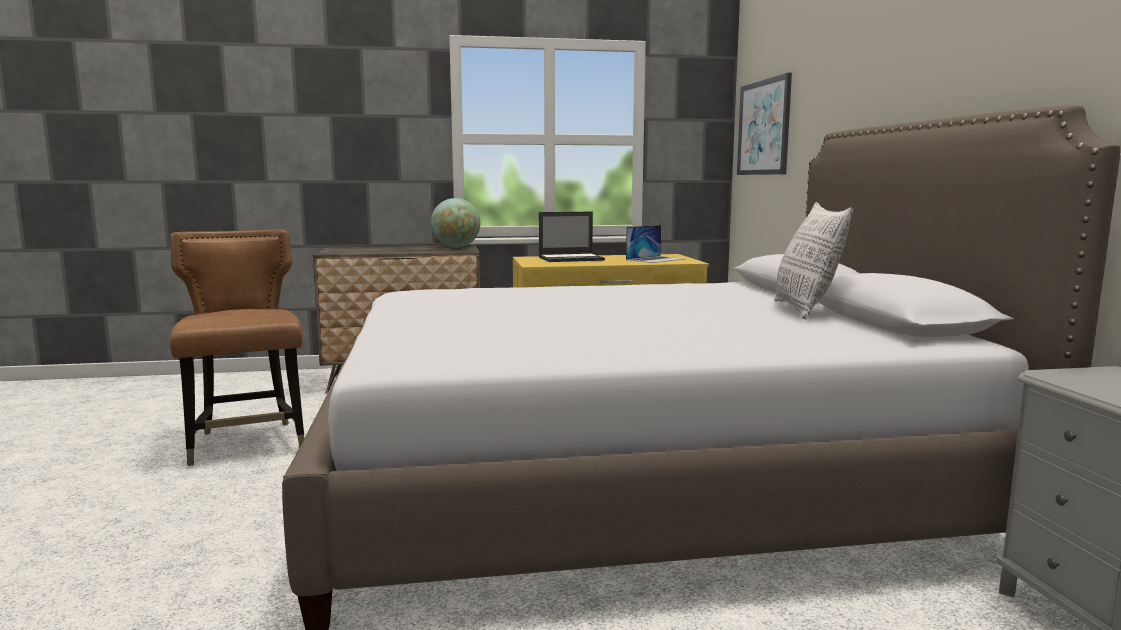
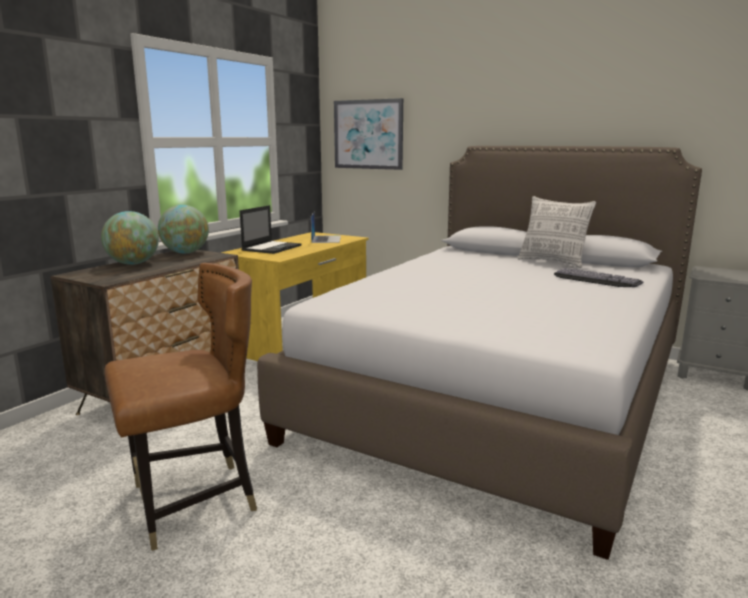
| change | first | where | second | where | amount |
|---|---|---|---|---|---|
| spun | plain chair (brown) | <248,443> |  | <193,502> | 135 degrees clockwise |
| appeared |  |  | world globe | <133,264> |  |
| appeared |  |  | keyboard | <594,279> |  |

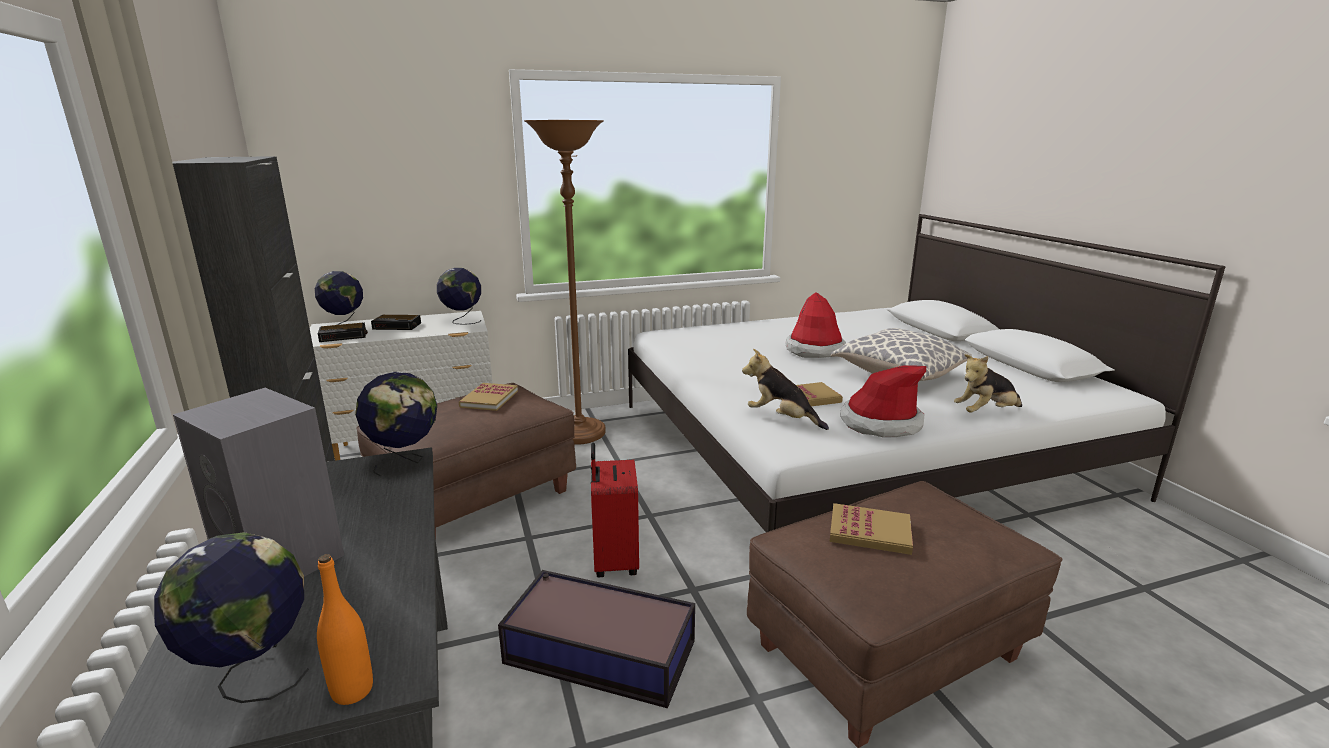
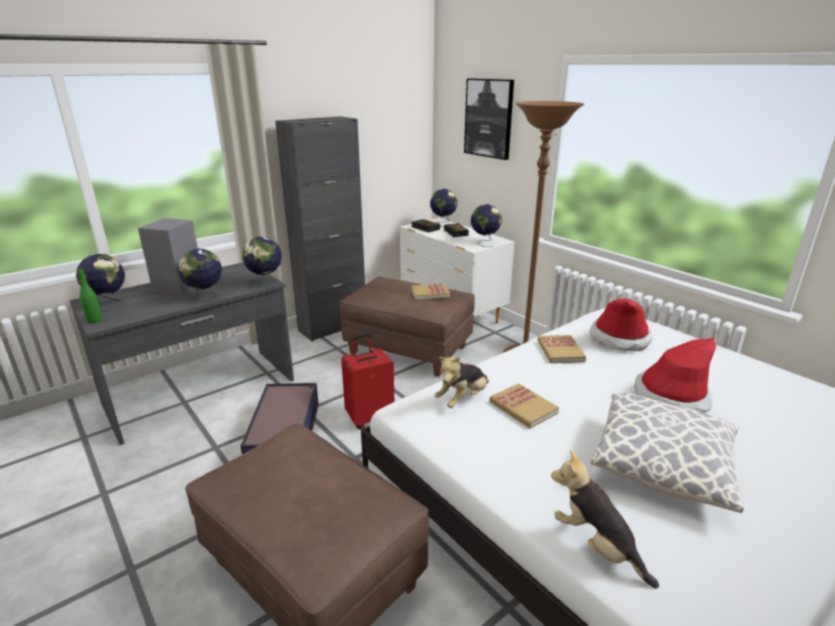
| change | first | where | second | where | amount |
|---|---|---|---|---|---|
| spun | cuddly toy | <781,419> |  | <462,399> | 150 degrees counterclockwise |
| relocated | clothing hat | <880,423> |  | <619,339> |  |
| relocated | bound book | <869,532> |  | <560,351> |  |
| colour | bottle (orange) | <352,690> | bottle (greenish) | <94,320> |  |
| appeared |  |  | wall art | <489,118> |  |
| appeared |  |  | world globe | <205,298> |  |

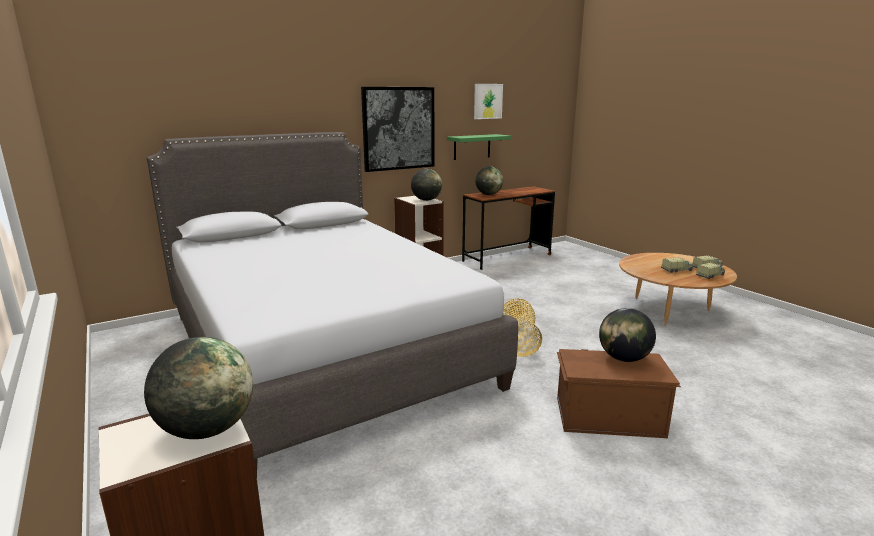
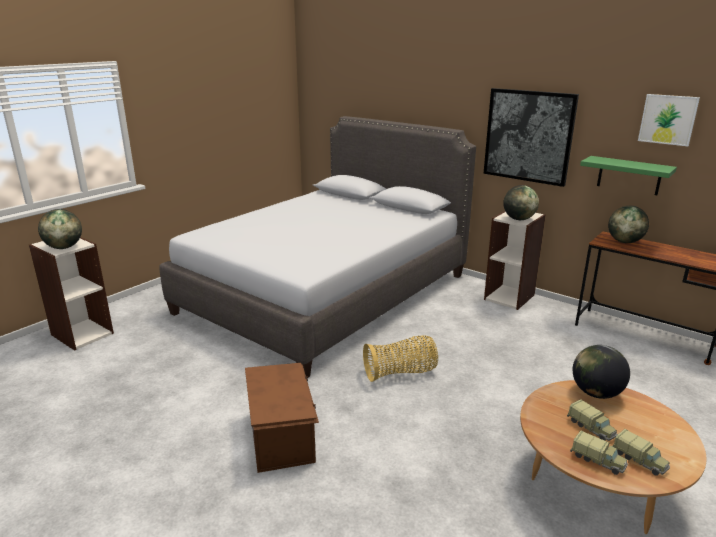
| change | first | where | second | where | amount |
|---|---|---|---|---|---|
| relocated | world globe | <624,358> |  | <596,393> |  |

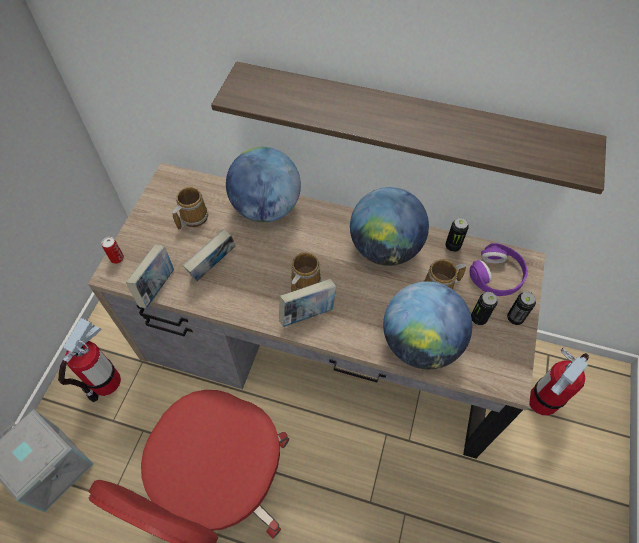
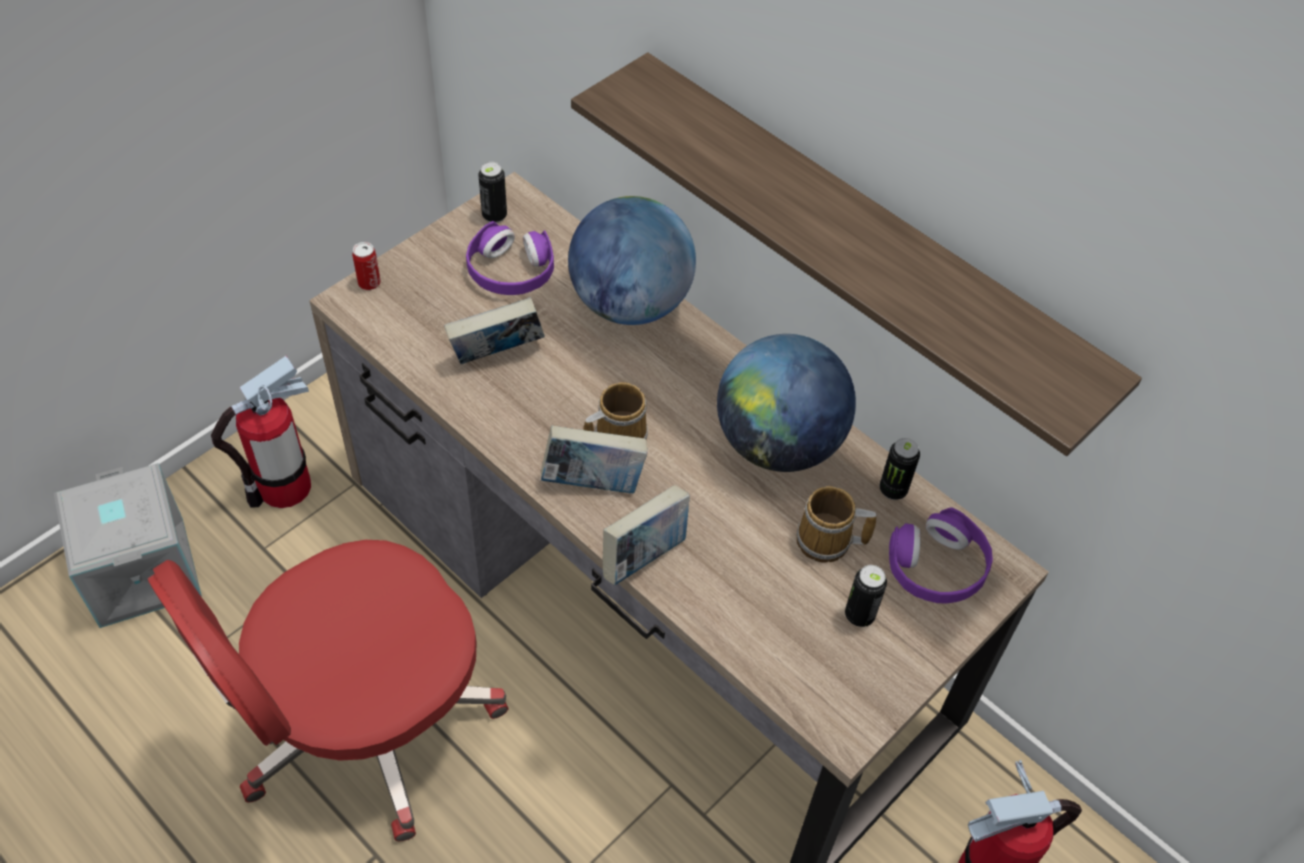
| change | first | where | second | where | amount |
|---|---|---|---|---|---|
| exchanged | tea mug | <192,217> | headphones (purplish) | <511,270> |  |
| relocated | bound book | <156,287> |  | <644,556> |  |
| missing | world globe | <420,343> |  |  |  |
| relocated | metal can | <514,318> |  | <494,215> |  |

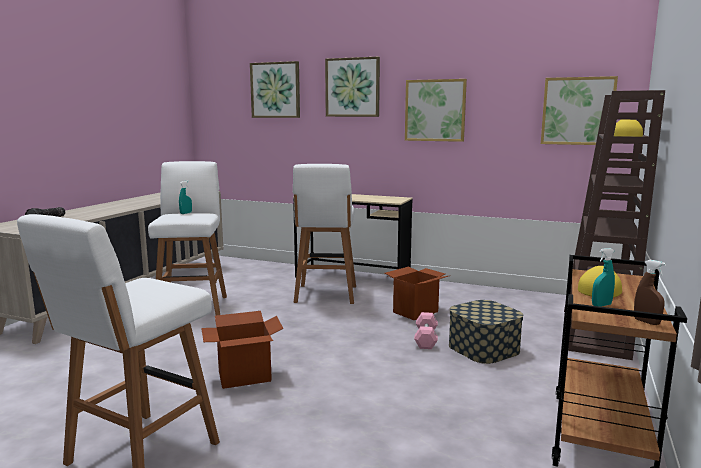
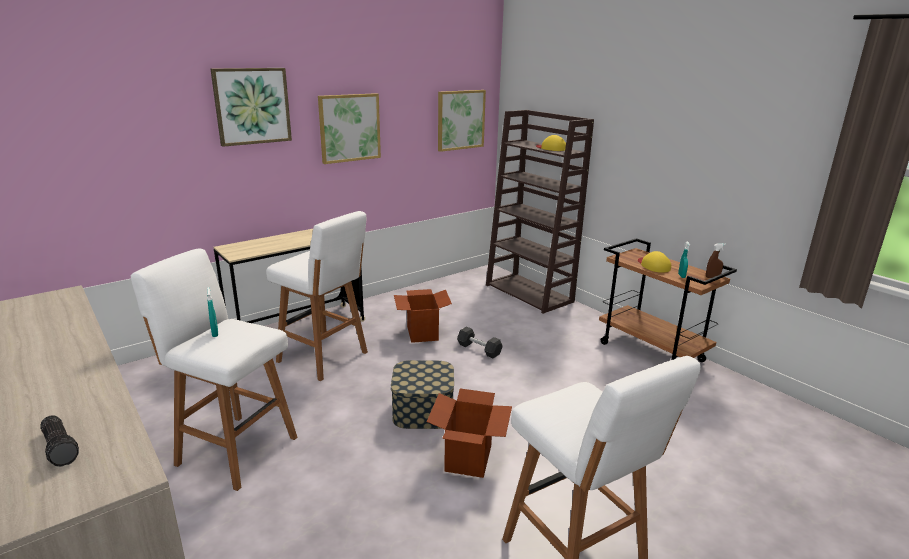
| change | first | where | second | where | amount |
|---|---|---|---|---|---|
| missing | wall art | <275,90> |  |  |  |
| relocated | storage bin | <483,348> |  | <423,410> |  |
| colour | hand weight (pinkish) | <426,339> | hand weight (blackish) | <479,349> |  |

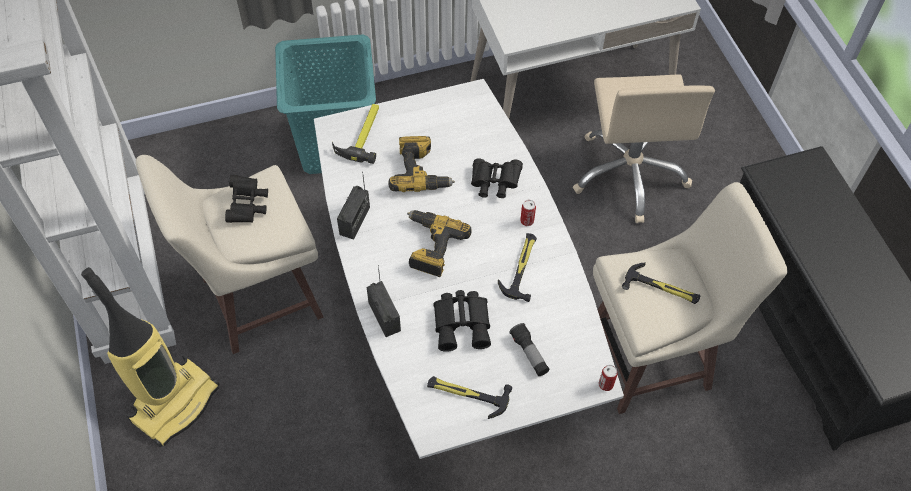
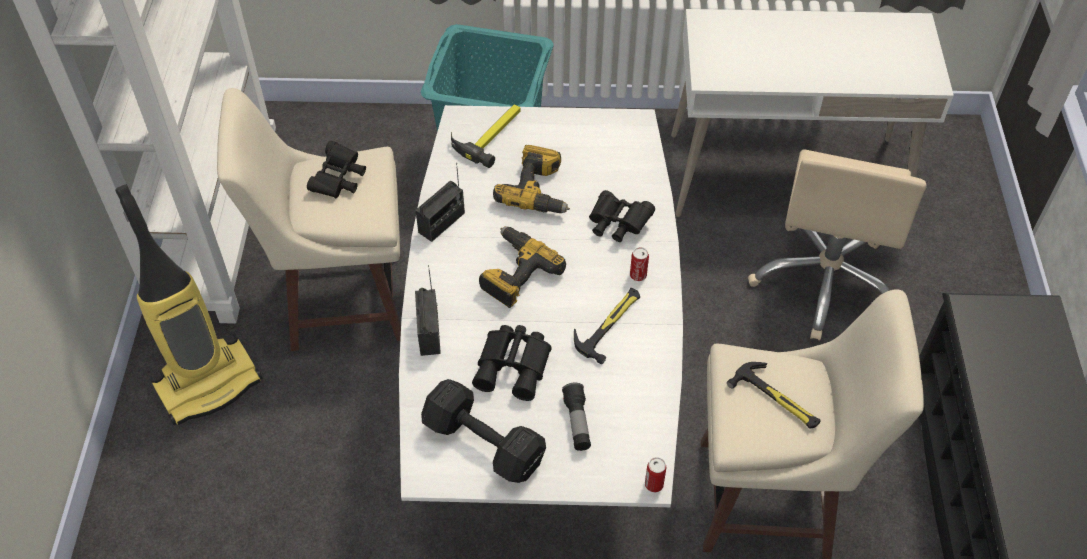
| change | first | where | second | where | amount |
|---|---|---|---|---|---|
| exchanged | hand hammer | <467,394> | hand weight (blackish) | <485,445> |  |

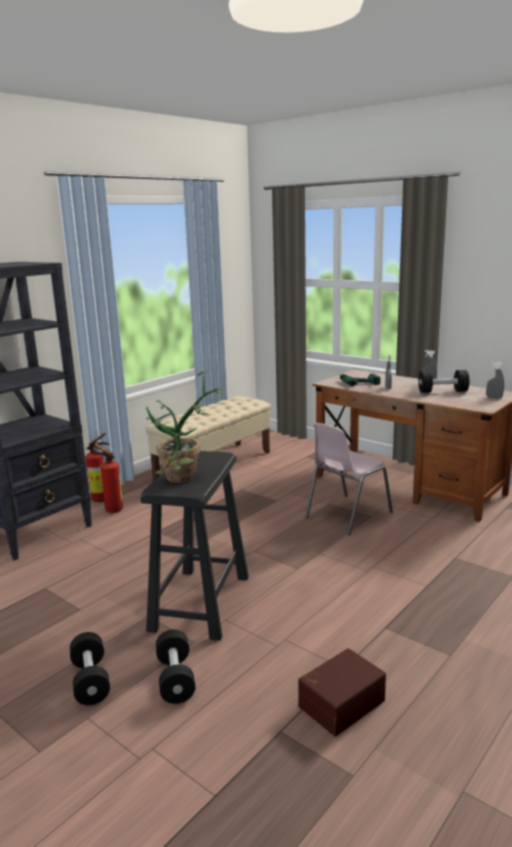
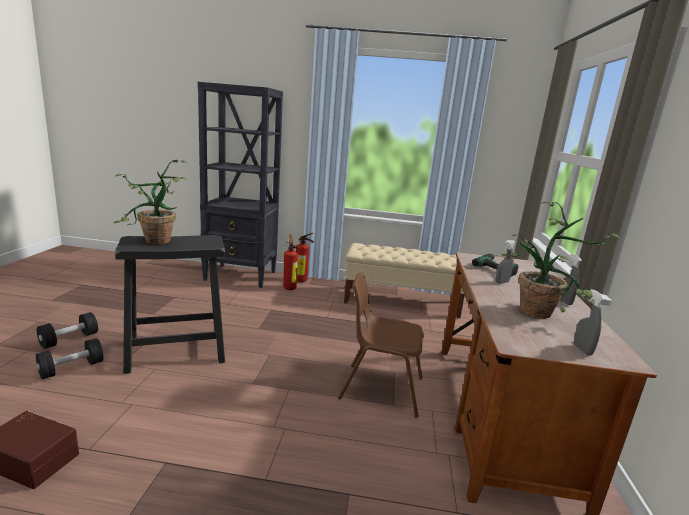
| change | first | where | second | where | amount |
|---|---|---|---|---|---|
| exchanged | hand weight (blackish) | <442,391> | plant in a pot | <543,312> |  |
| colour | plain chair (pinkish) | <347,515> | plain chair (brown) | <380,388> |  |

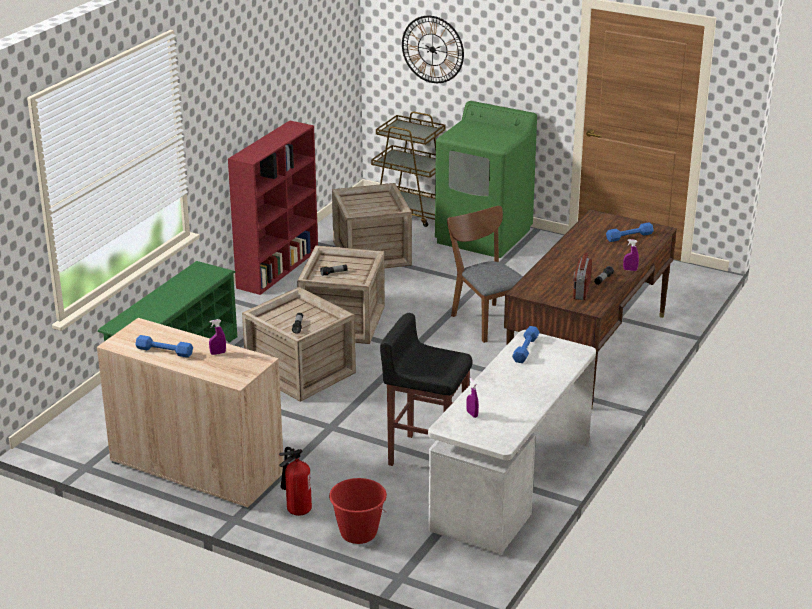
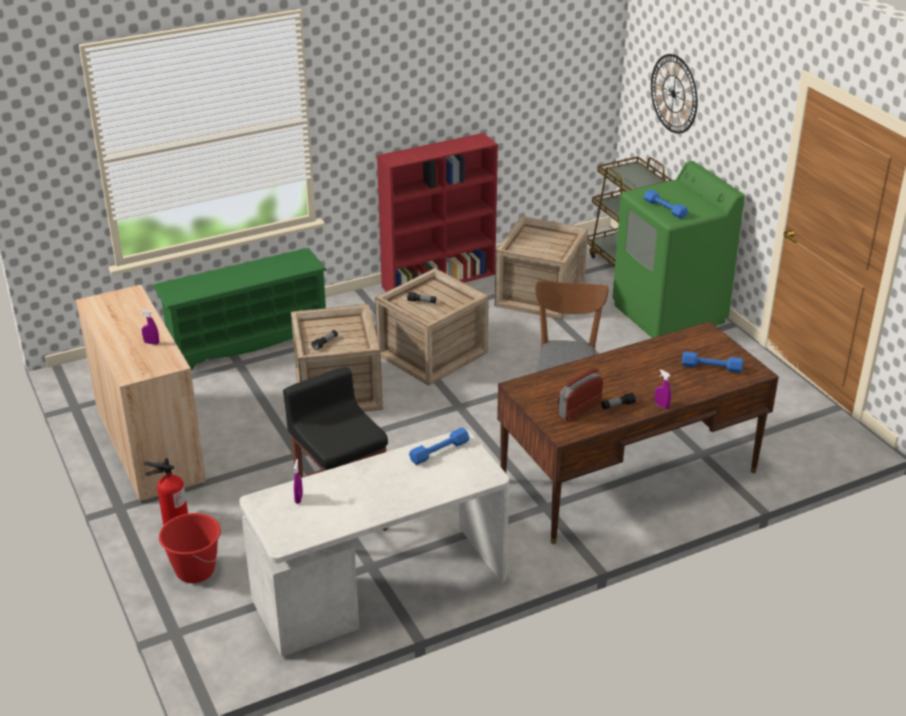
| change | first | where | second | where | amount |
|---|---|---|---|---|---|
| relocated | hand weight (blue) | <164,351> |  | <664,209> |  |

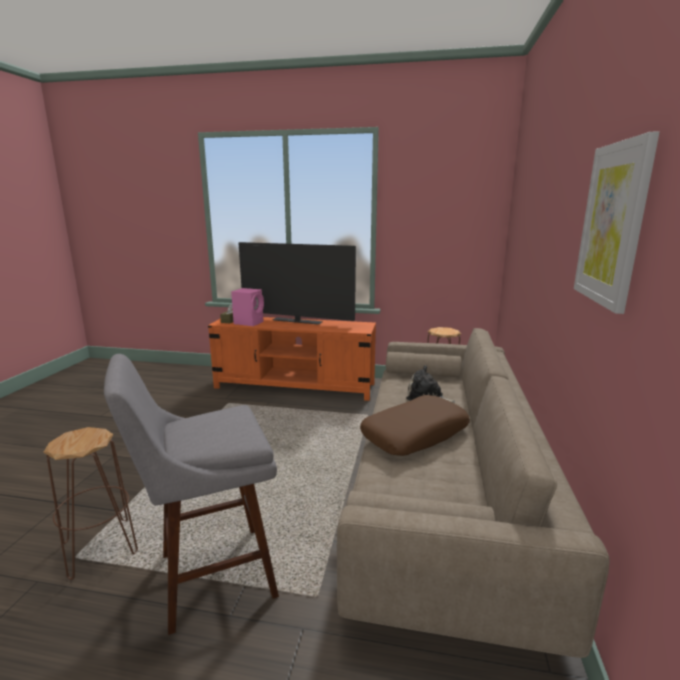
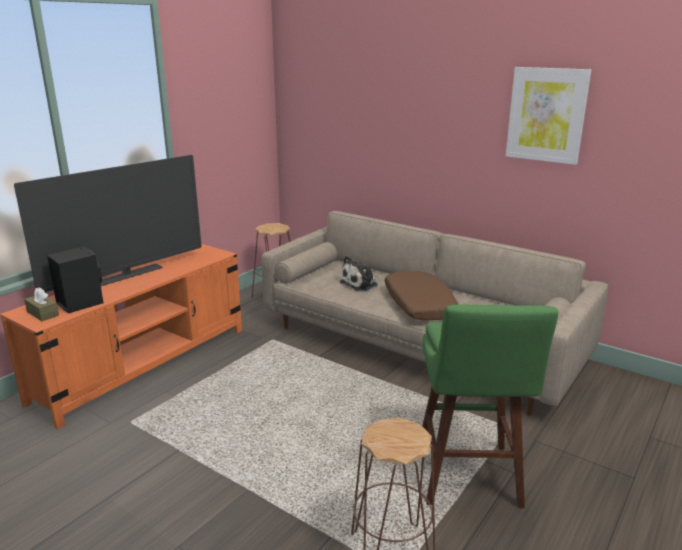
| change | first | where | second | where | amount |
|---|---|---|---|---|---|
| colour | speaker (pinkish) | <249,322> | speaker (blackish) | <80,303> |  |
| colour | stool seat (greyish) | <210,577> | stool seat (greenish) | <468,478> |  |

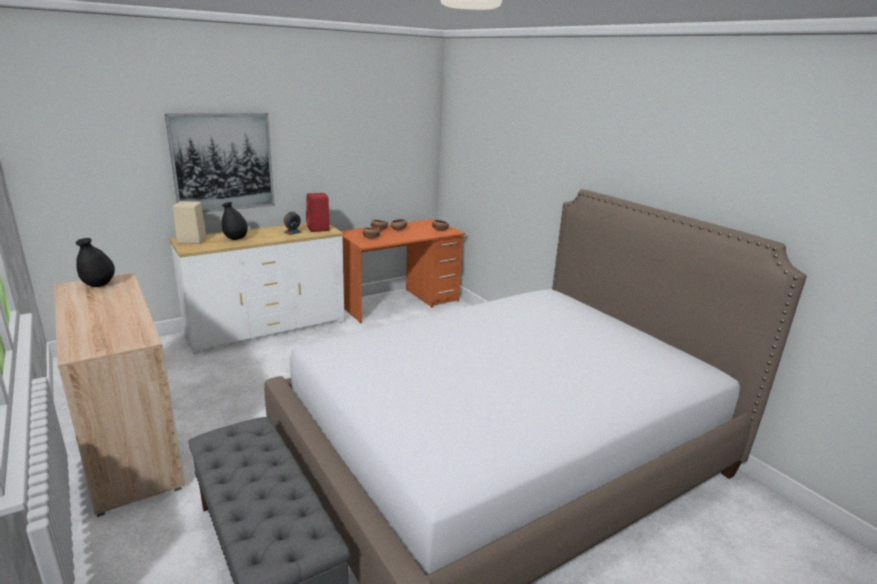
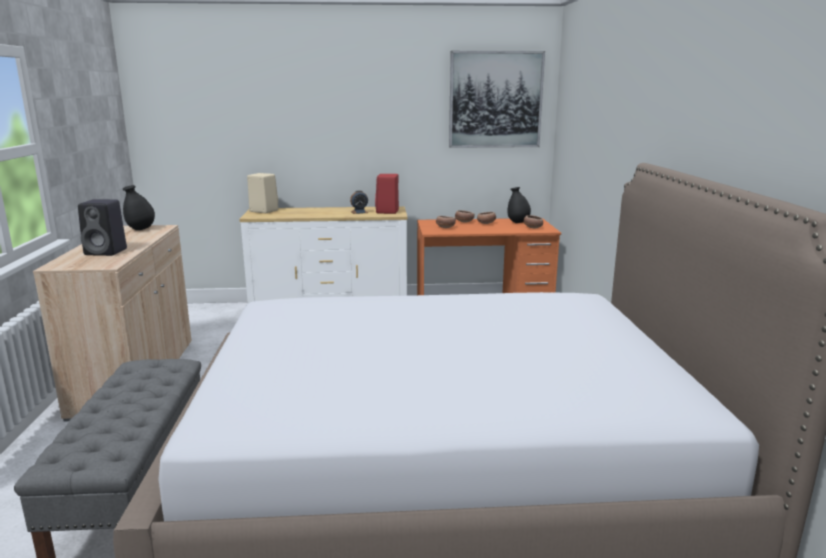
| change | first | where | second | where | amount |
|---|---|---|---|---|---|
| relocated | wall art | <222,162> |  | <495,100> |  |
| relocated | flower vase (blackish) | <236,239> |  | <518,223> |  |
| appeared |  |  | speaker (blackish) | <107,252> |  |

